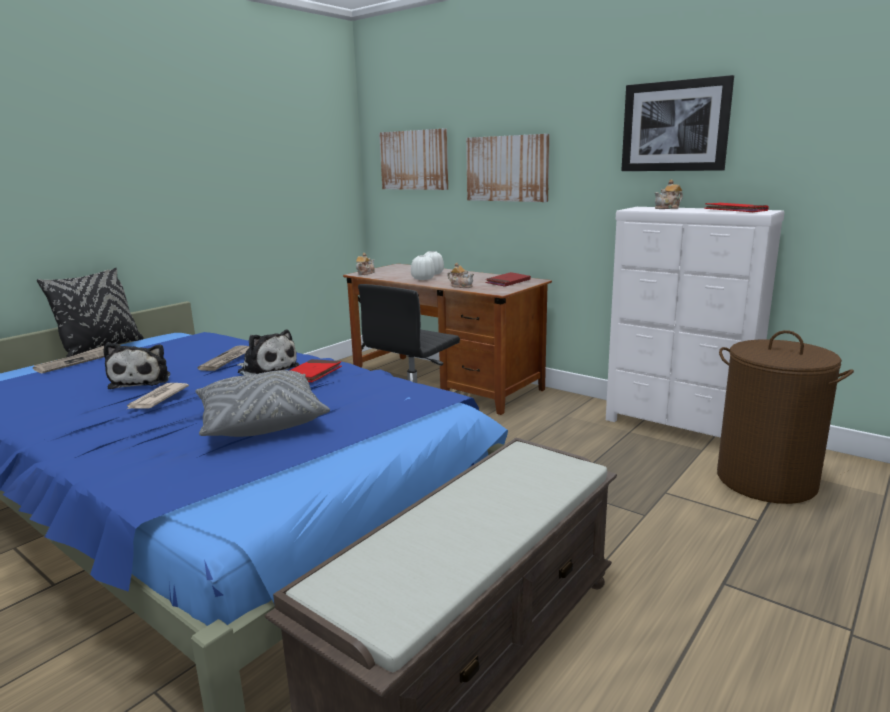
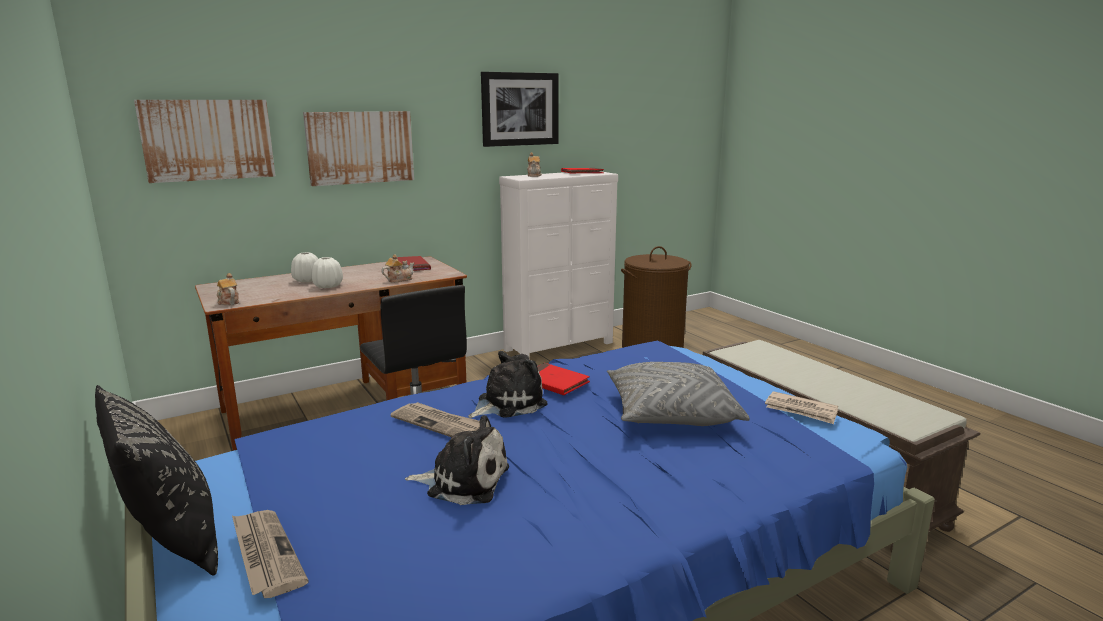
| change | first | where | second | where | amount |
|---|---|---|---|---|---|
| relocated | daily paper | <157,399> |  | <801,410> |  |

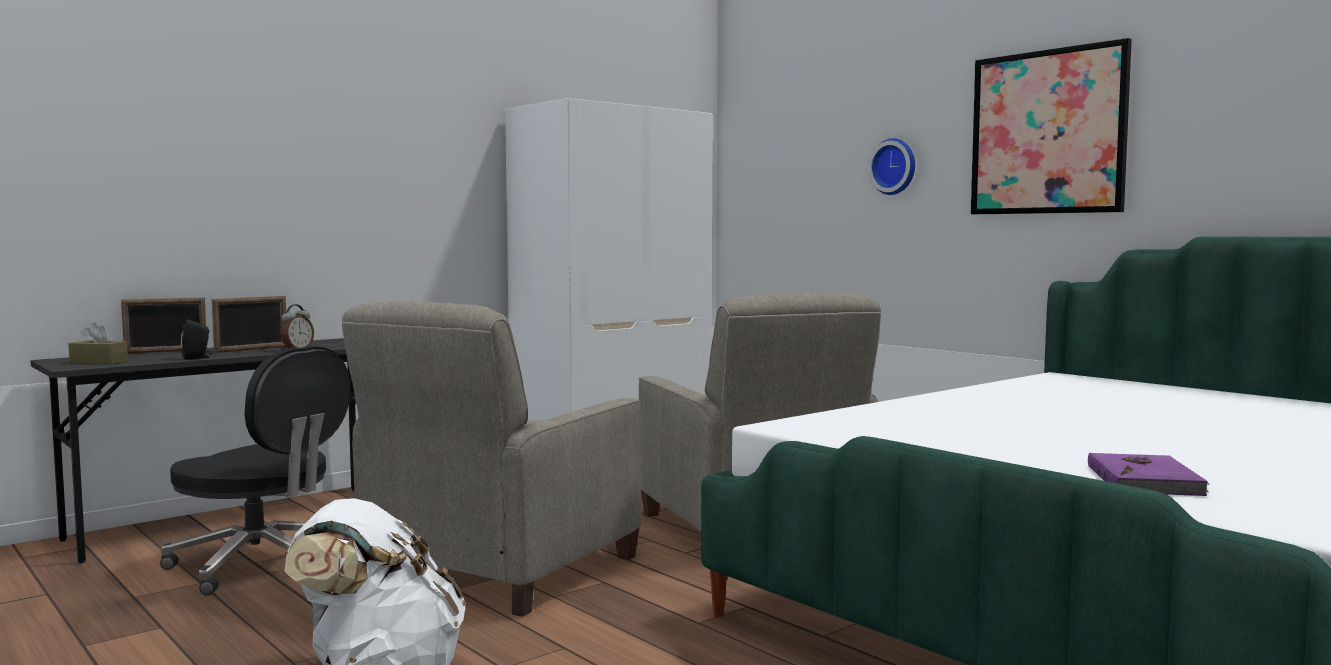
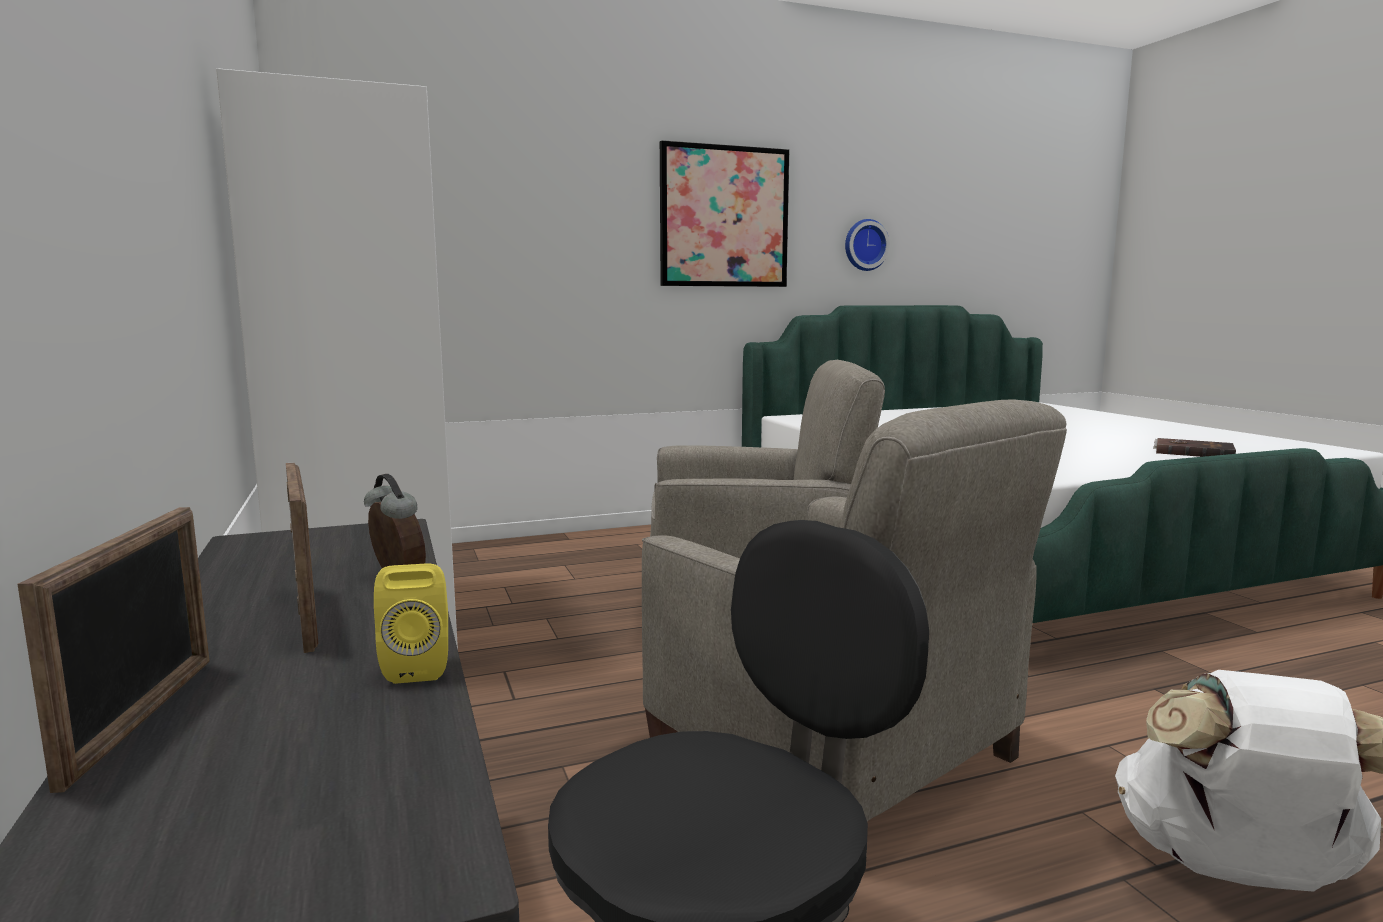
| change | first | where | second | where | amount |
|---|---|---|---|---|---|
| relocated | clock on the wall | <894,166> |  | <864,245> |  |
| colour | speaker (blackish) | <197,358> | speaker (yellow) | <419,667> |  |
| missing | tissue holder (brown) | <98,362> |  |  |  |
| colour | bound book (purplish) | <1146,480> | bound book (brown) | <1193,452> |  |

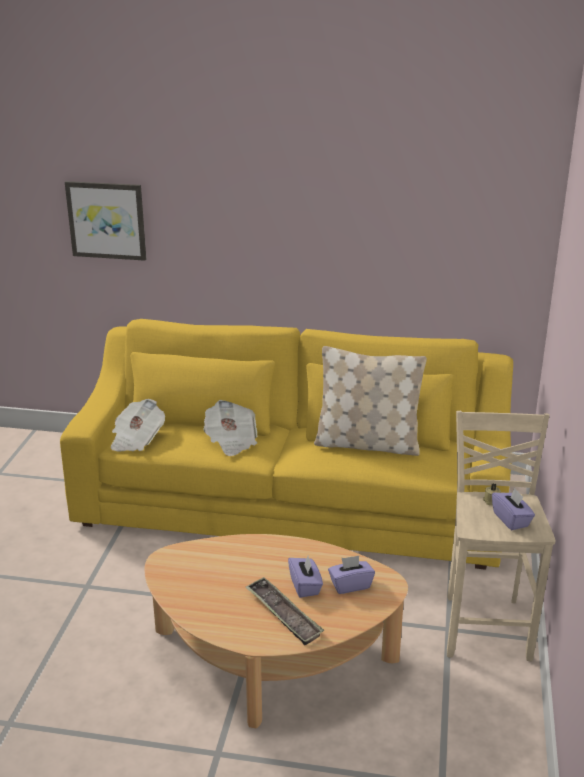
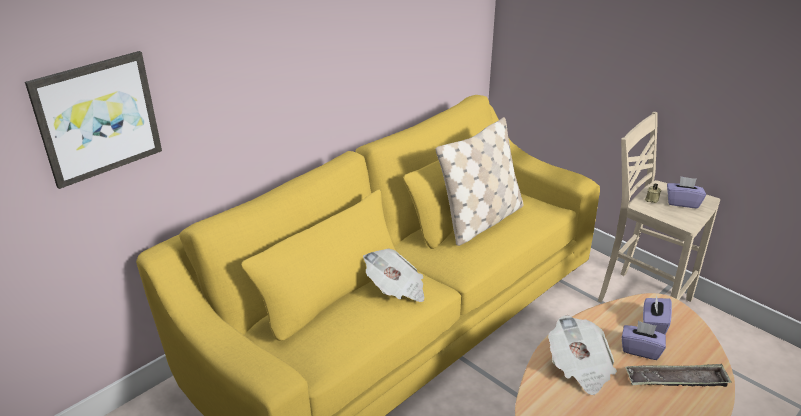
| change | first | where | second | where | amount |
|---|---|---|---|---|---|
| relocated | daily paper | <136,440> |  | <579,368> |  |

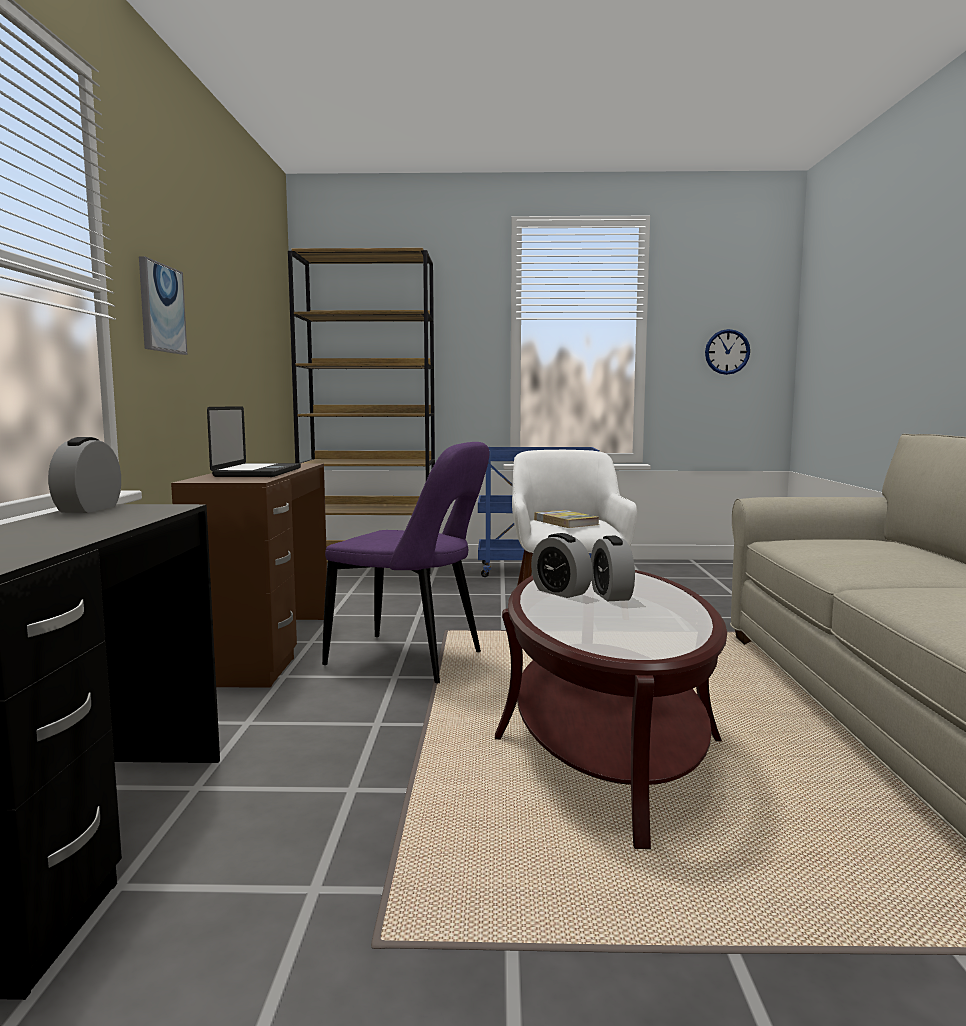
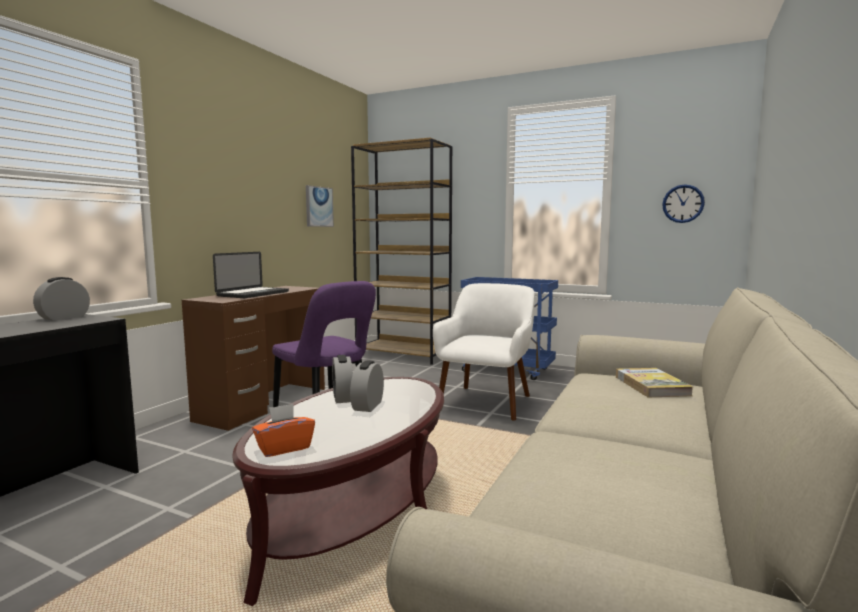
| change | first | where | second | where | amount |
|---|---|---|---|---|---|
| relocated | wall art | <161,308> |  | <319,206> |  |
| relocated | bound book | <565,522> |  | <651,386> |  |
| appeared |  |  | tissue holder (orange) | <284,448> |  |

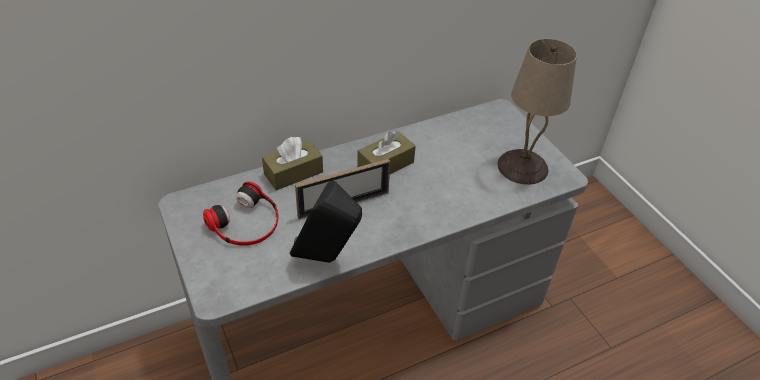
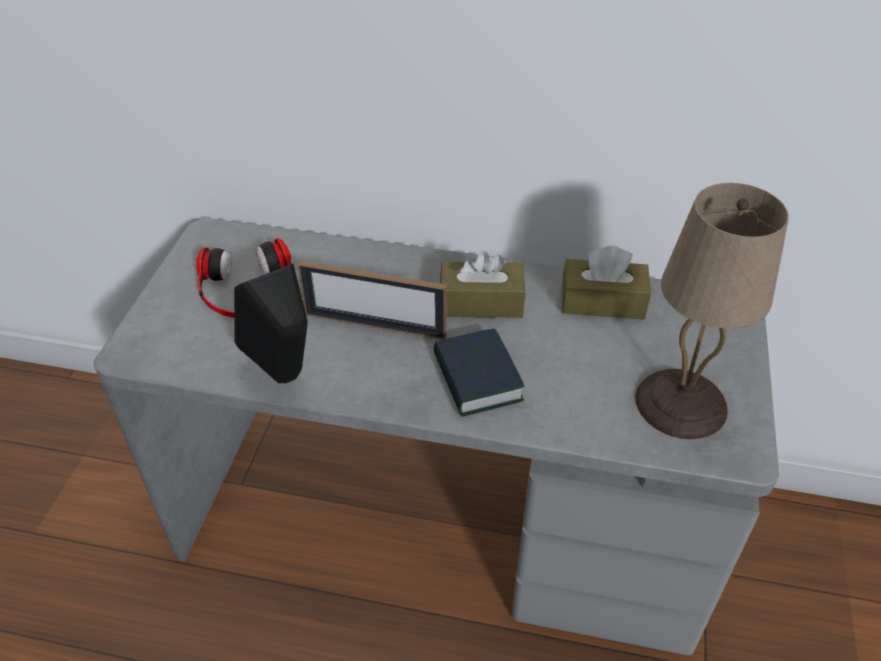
| change | first | where | second | where | amount |
|---|---|---|---|---|---|
| relocated | tissue holder (brown) | <293,173> |  | <602,302> |  |
| appeared |  |  | bound book | <477,379> |  |

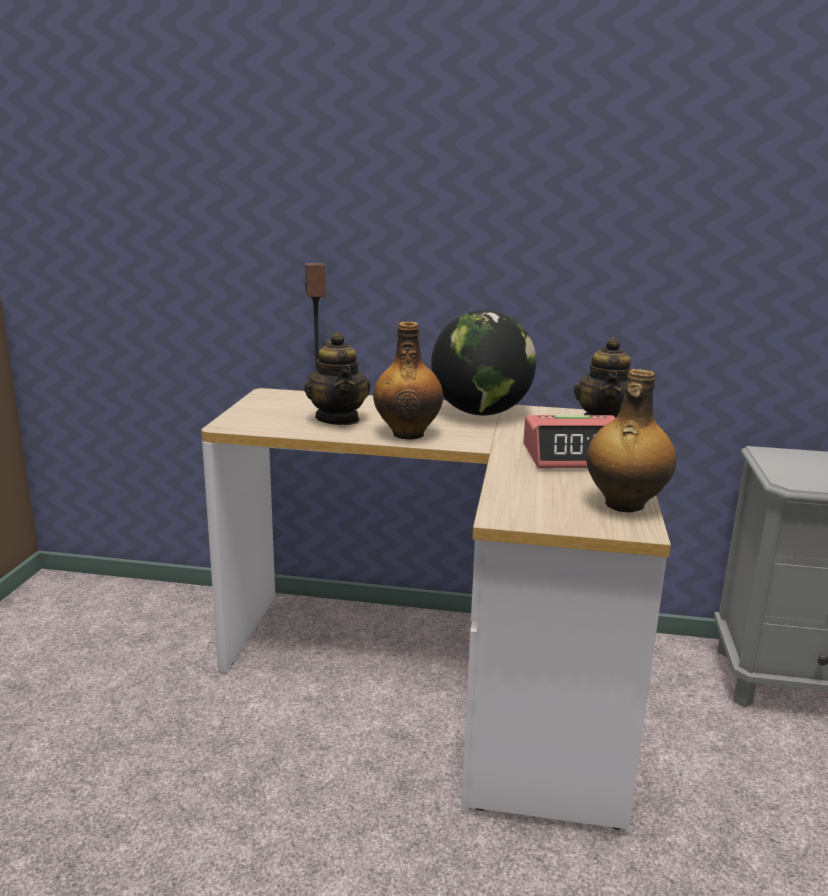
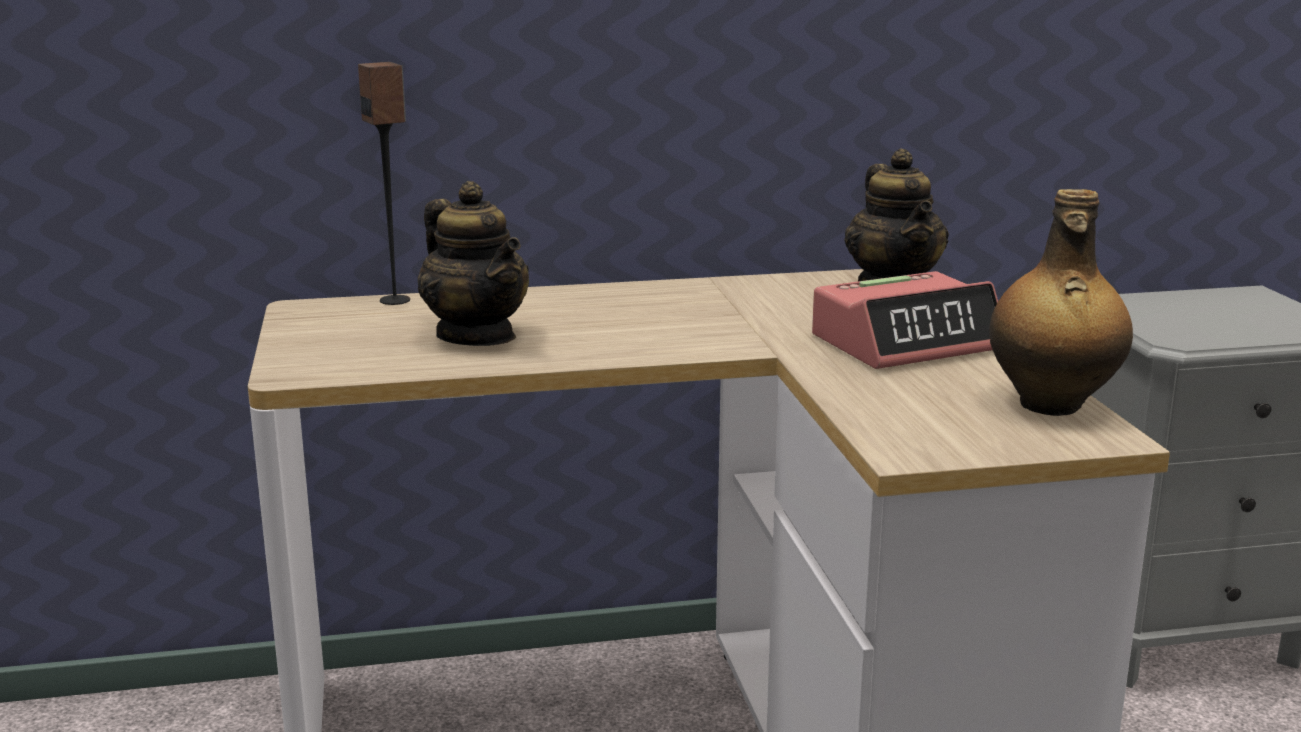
| change | first | where | second | where | amount |
|---|---|---|---|---|---|
| missing | world globe | <480,413> |  |  |  |
| missing | bottle | <408,433> |  |  |  |

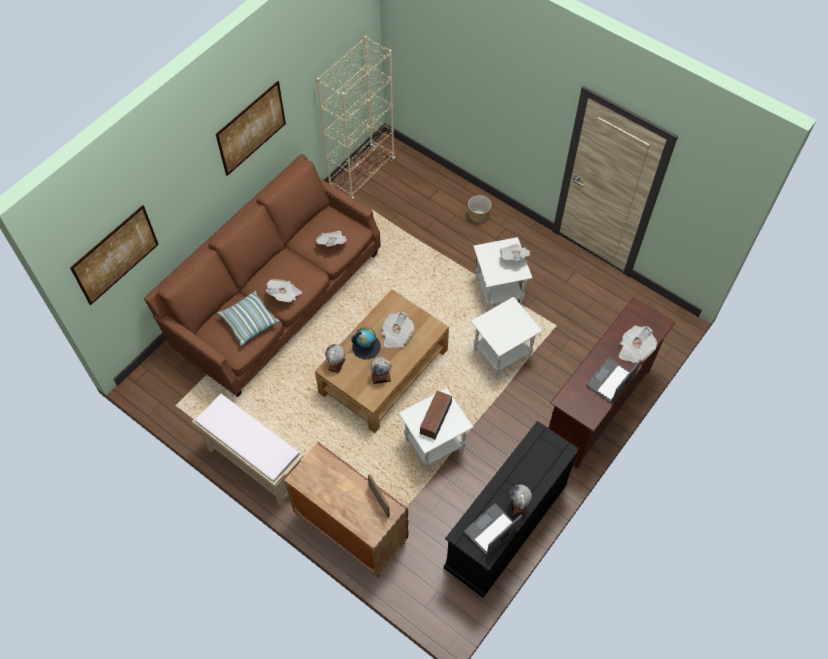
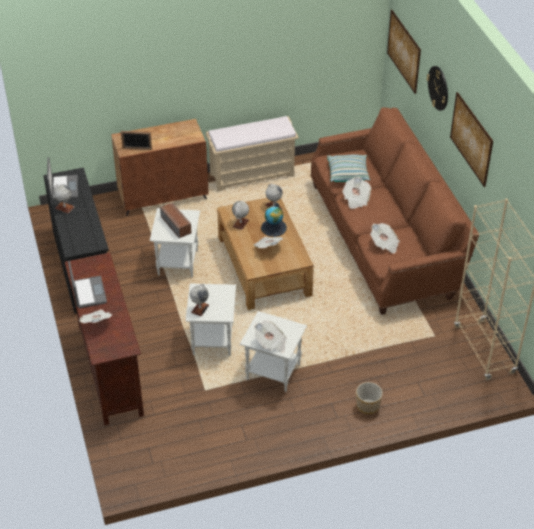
| change | first | where | second | where | amount |
|---|---|---|---|---|---|
| appeared |  |  | clock on the wall | <438,88> |  |
| appeared |  |  | world globe | <200,308> |  |

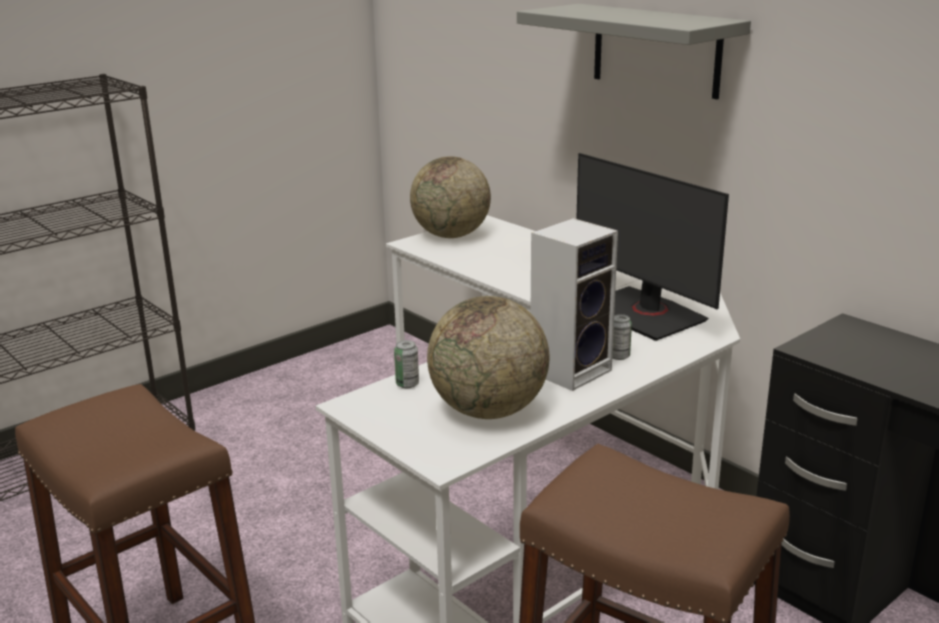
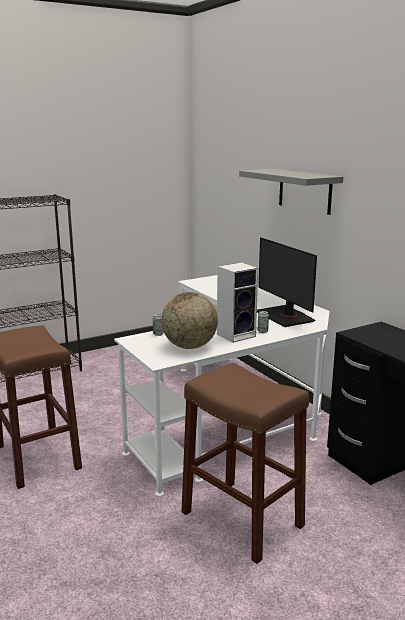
| change | first | where | second | where | amount |
|---|---|---|---|---|---|
| missing | world globe | <451,235> |  |  |  |

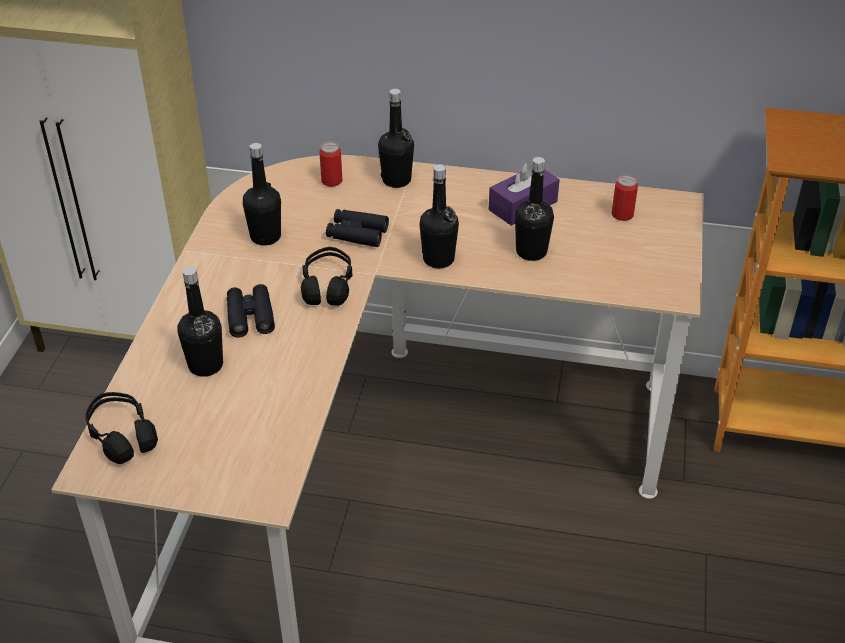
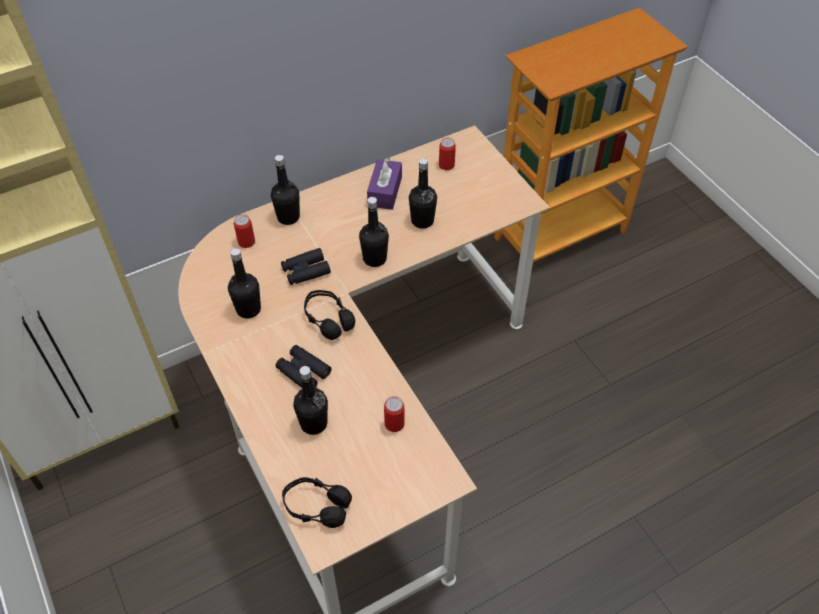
| change | first | where | second | where | amount |
|---|---|---|---|---|---|
| appeared |  |  | metal can | <394,424> |  |

